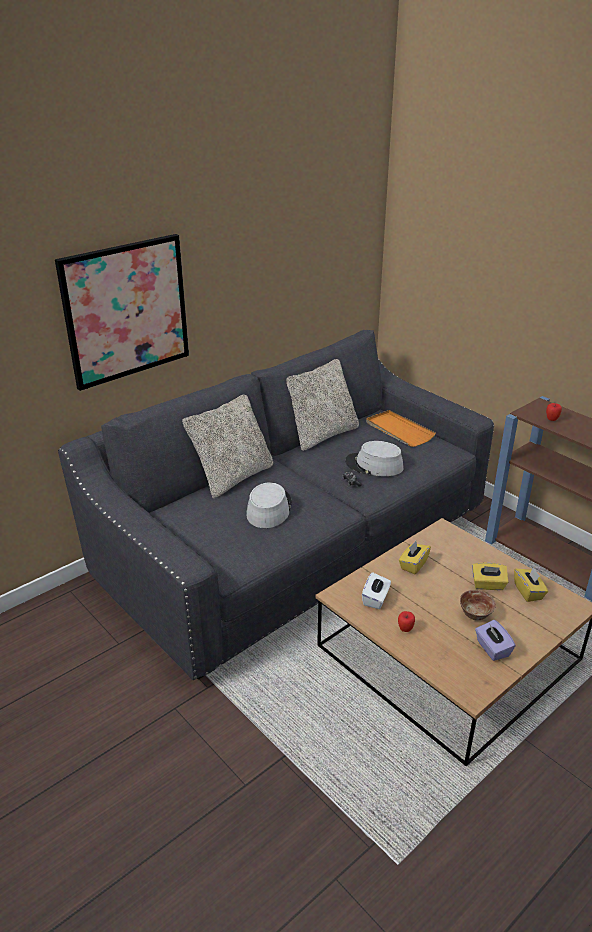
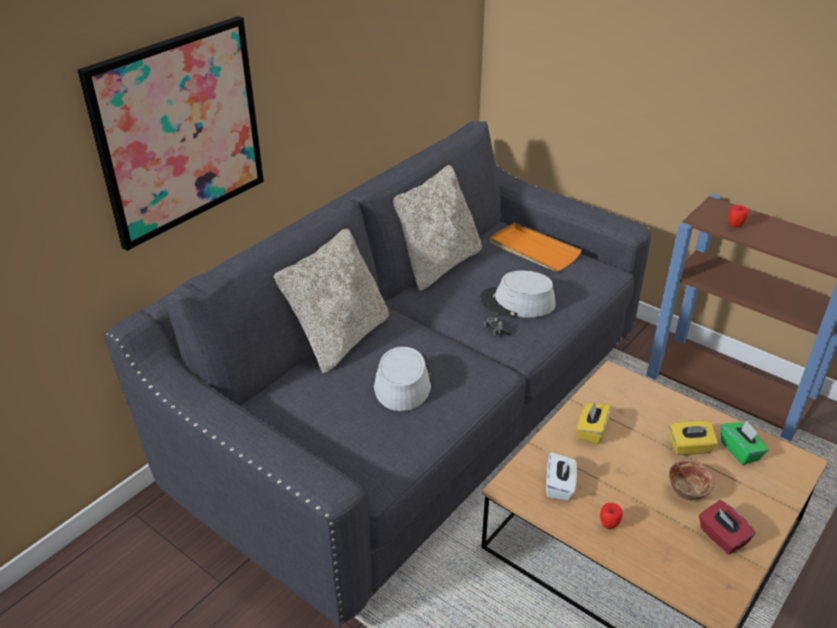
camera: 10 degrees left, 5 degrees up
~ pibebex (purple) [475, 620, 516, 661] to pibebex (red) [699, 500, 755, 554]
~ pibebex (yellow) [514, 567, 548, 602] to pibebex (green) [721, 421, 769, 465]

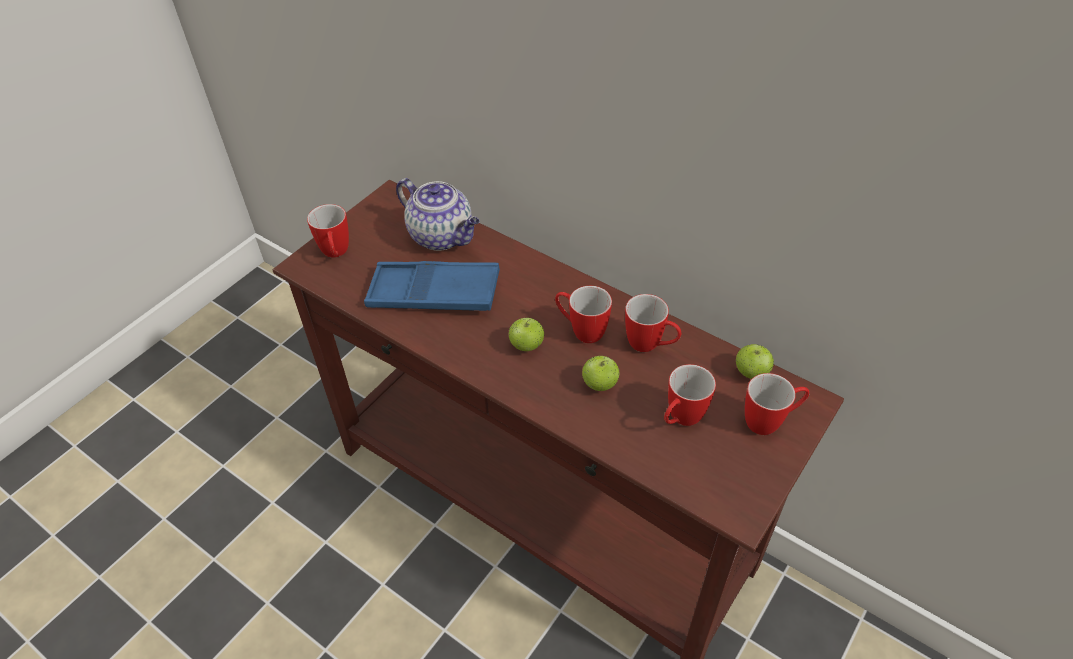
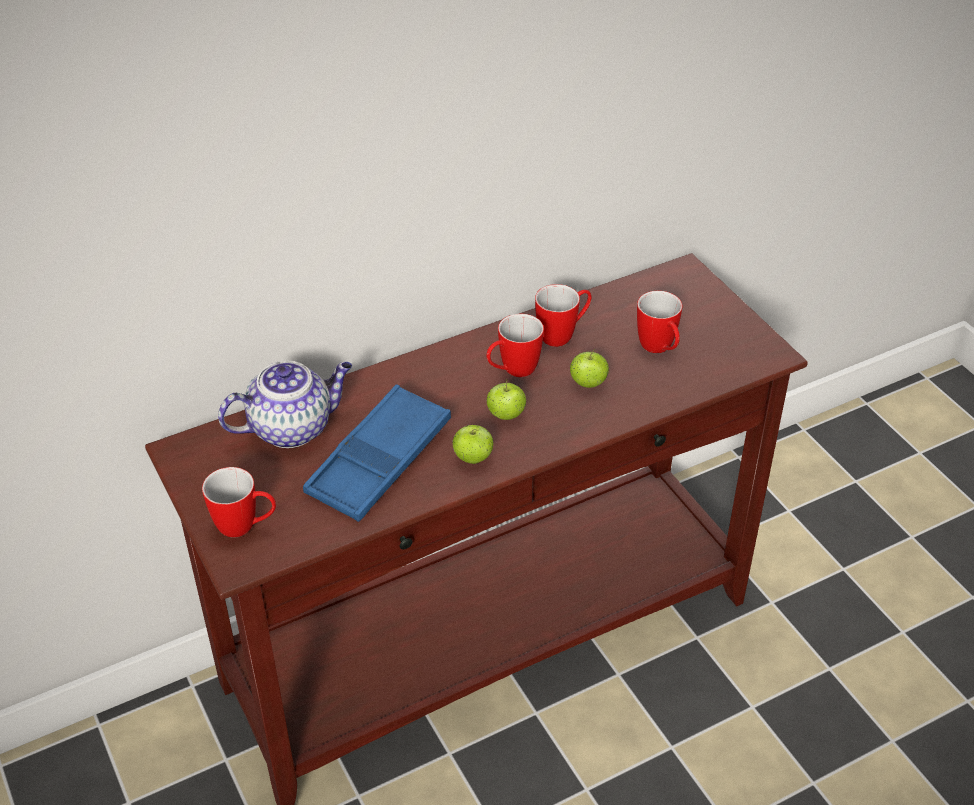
camera: 65 degrees left, 5 degrees down
~ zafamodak [736, 344, 774, 379] to [452, 425, 493, 464]
- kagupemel [745, 373, 809, 435]

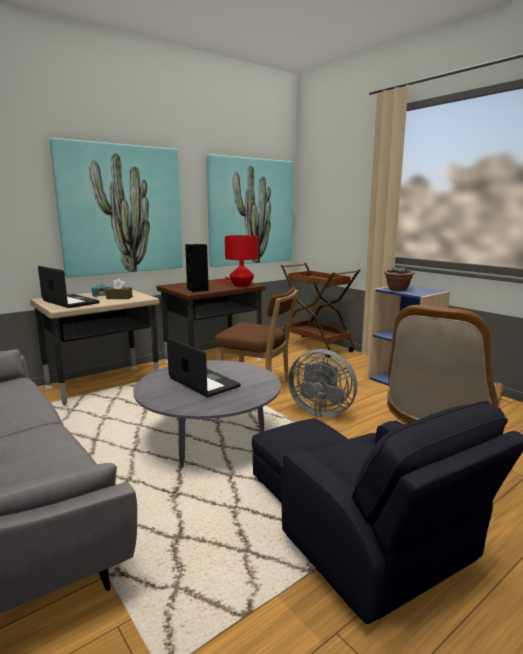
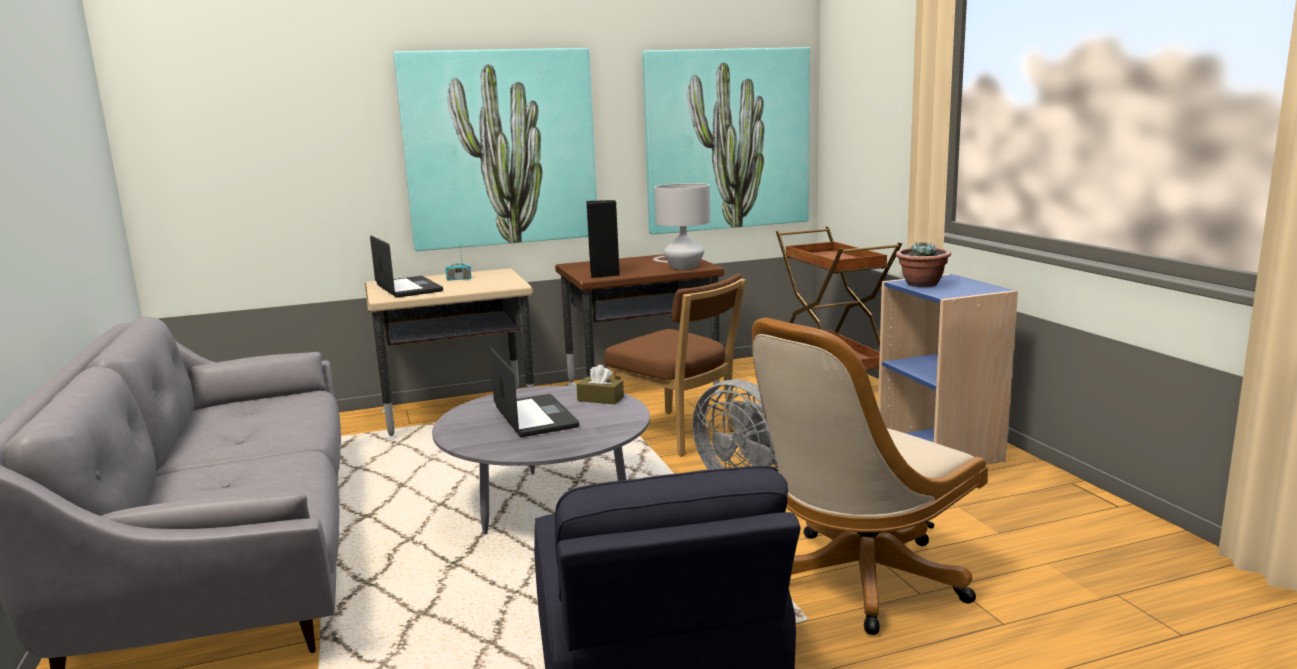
camera: 20 degrees right, 0 degrees up
~ pibebex (brown) [105, 279, 132, 299] to [576, 365, 624, 404]
~ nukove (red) [216, 235, 258, 287] to nukove (grey) [653, 183, 710, 270]

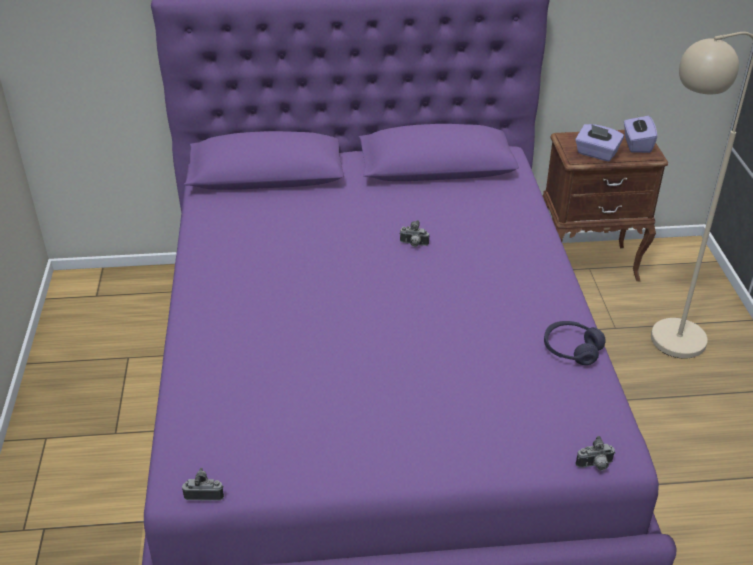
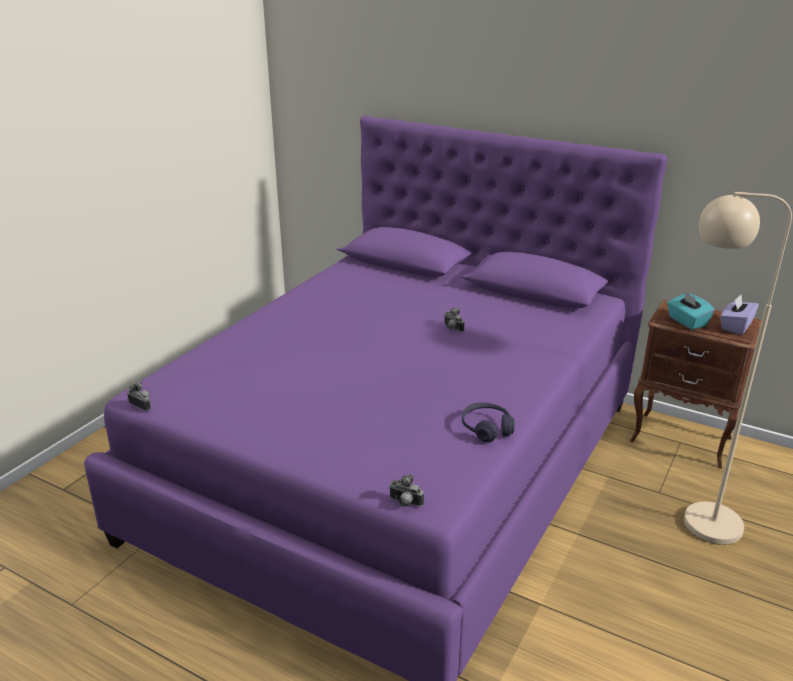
camera: 35 degrees right, 10 degrees down
~ pibebex (purple) [575, 124, 624, 161] to pibebex (turquoise) [667, 291, 715, 330]

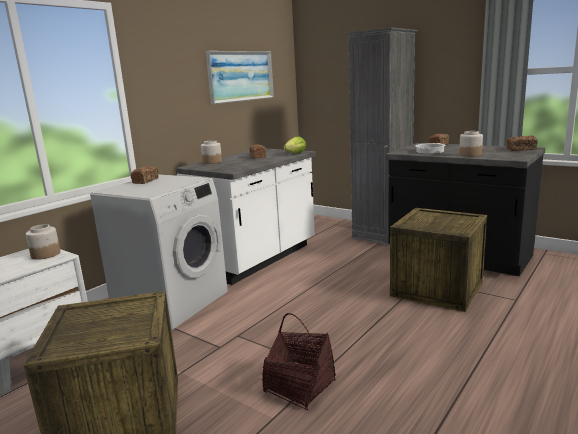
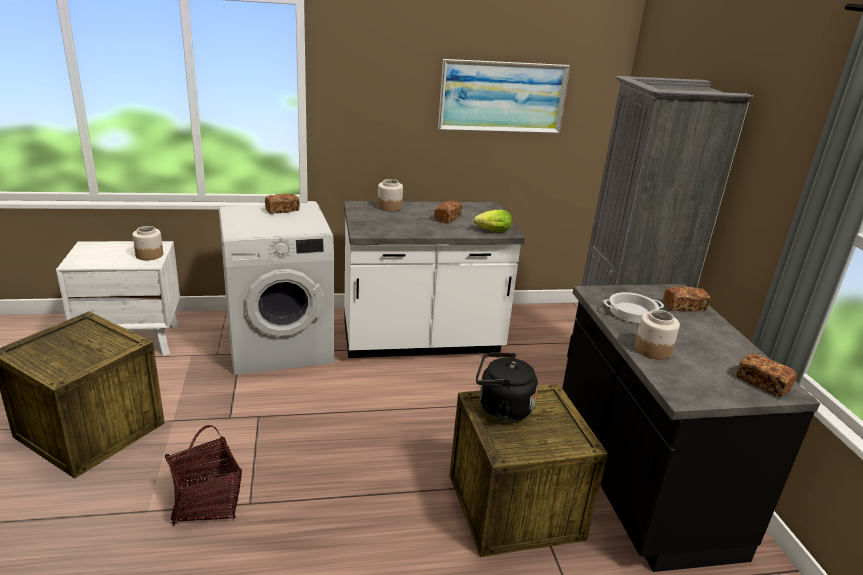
camera: 40 degrees right, 10 degrees up
+ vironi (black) [476, 353, 538, 421]

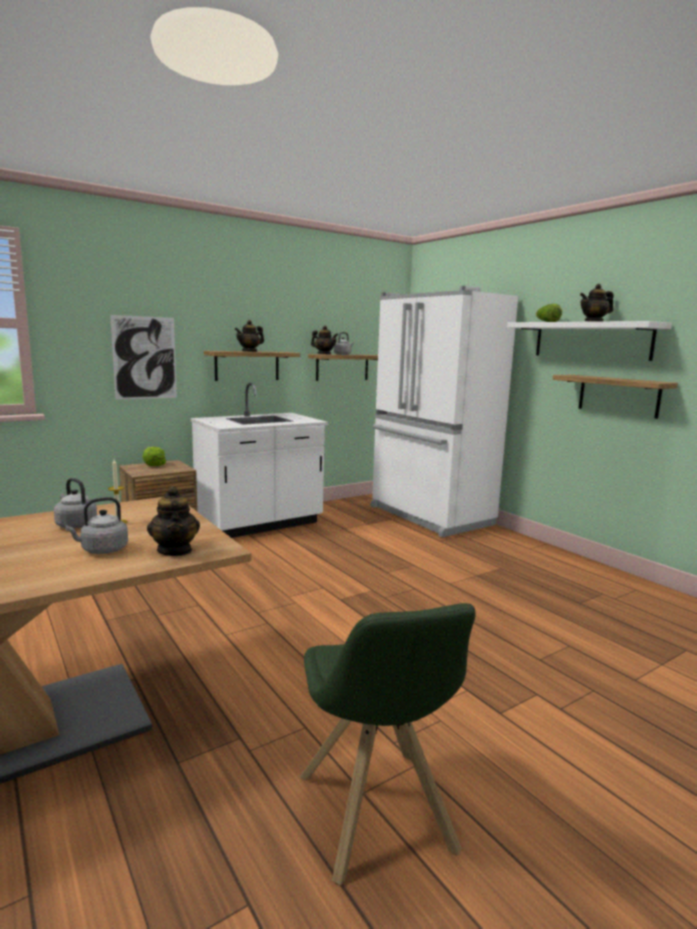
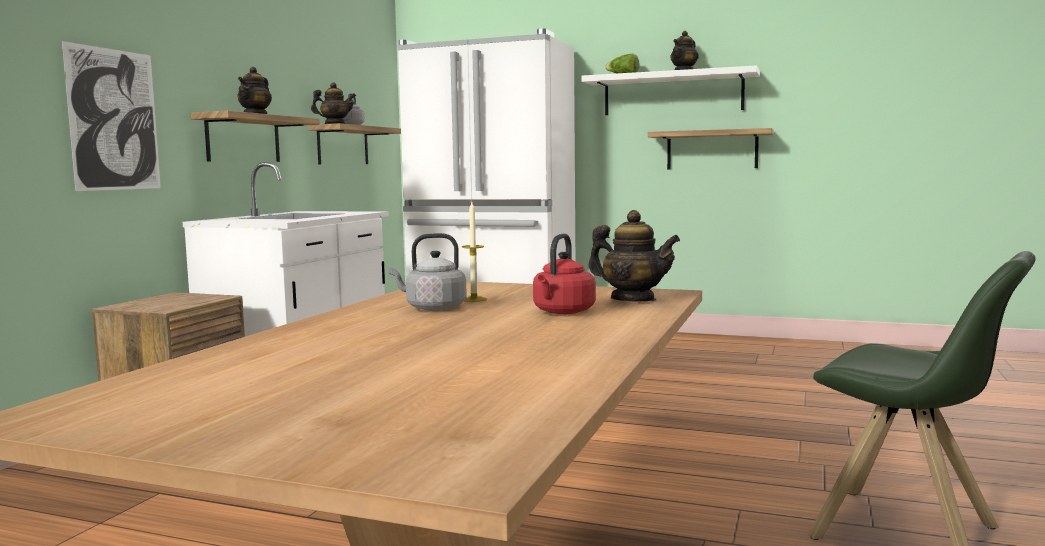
camera: 35 degrees left, 5 degrees down
~ vironi (grey) [65, 497, 128, 554] to vironi (red) [533, 234, 596, 314]
- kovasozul [142, 447, 166, 466]

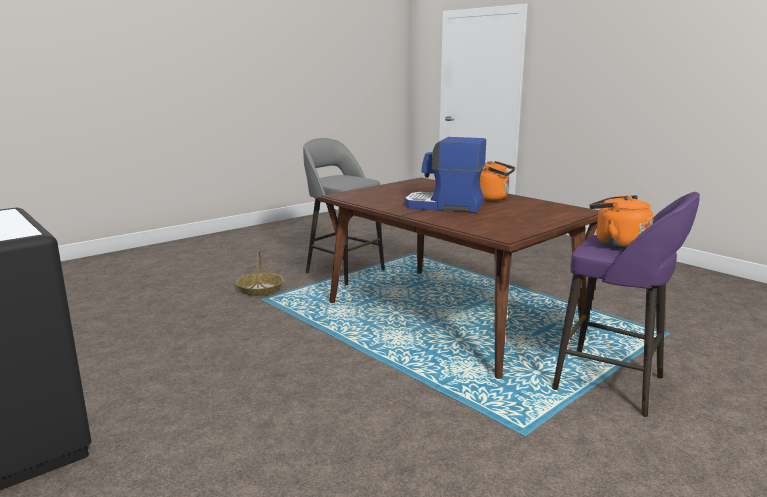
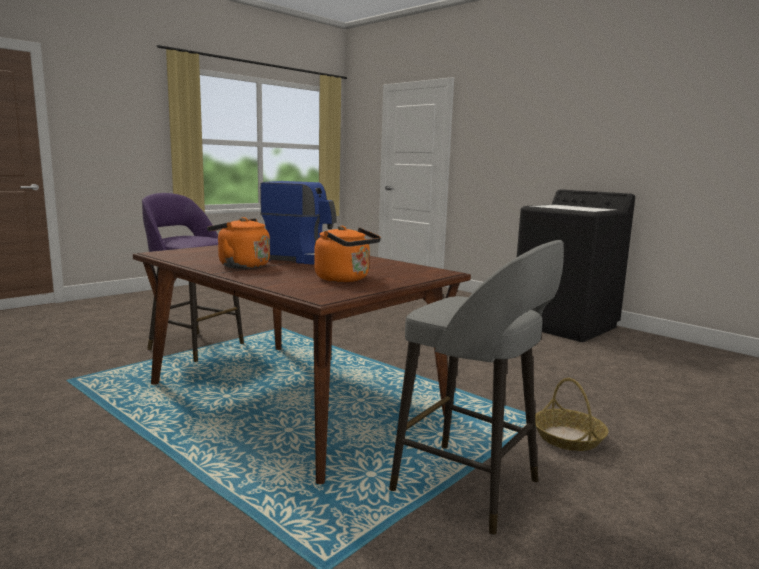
camera: 175 degrees right, 5 degrees down
~ vironi (orange) [590, 195, 653, 249] to [314, 226, 381, 282]

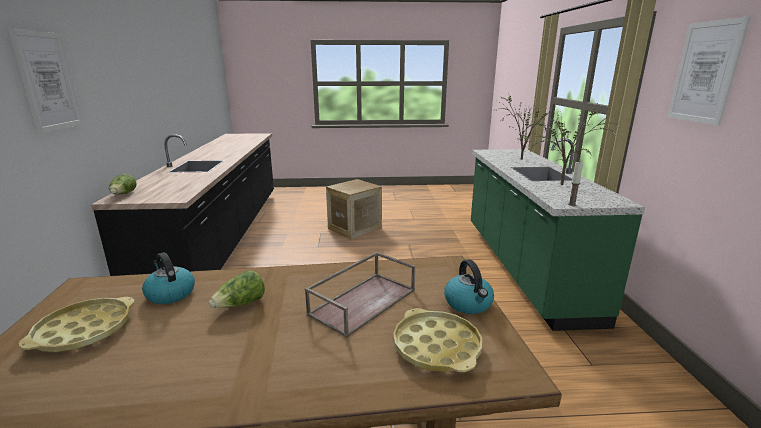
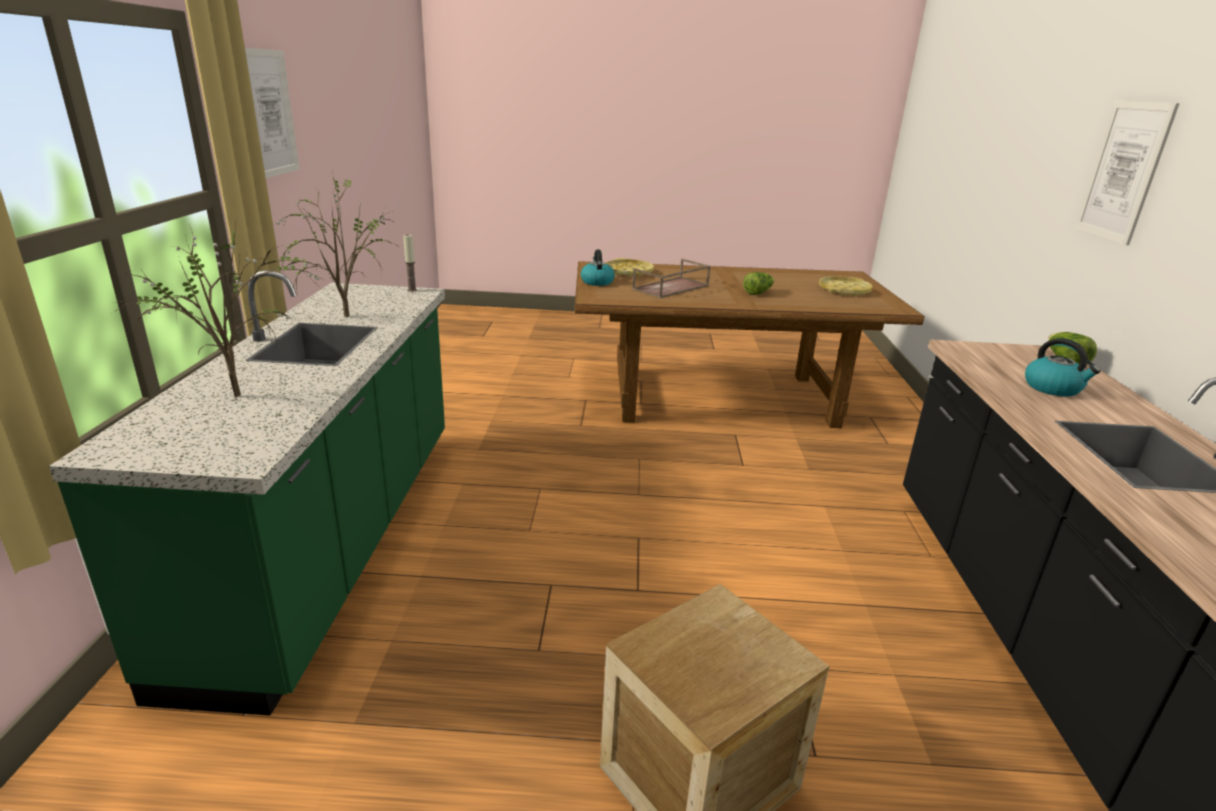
camera: 175 degrees left, 5 degrees up
~ vironi [142, 252, 195, 304] to [1025, 338, 1101, 397]

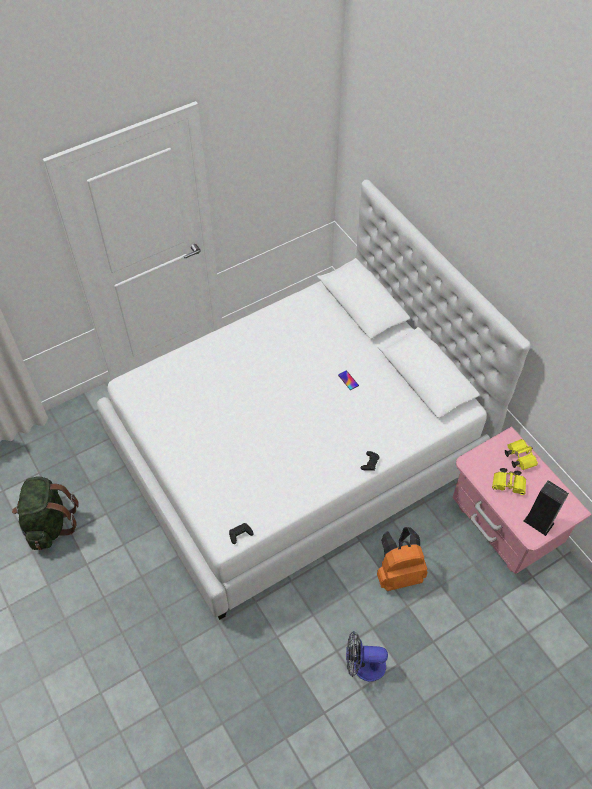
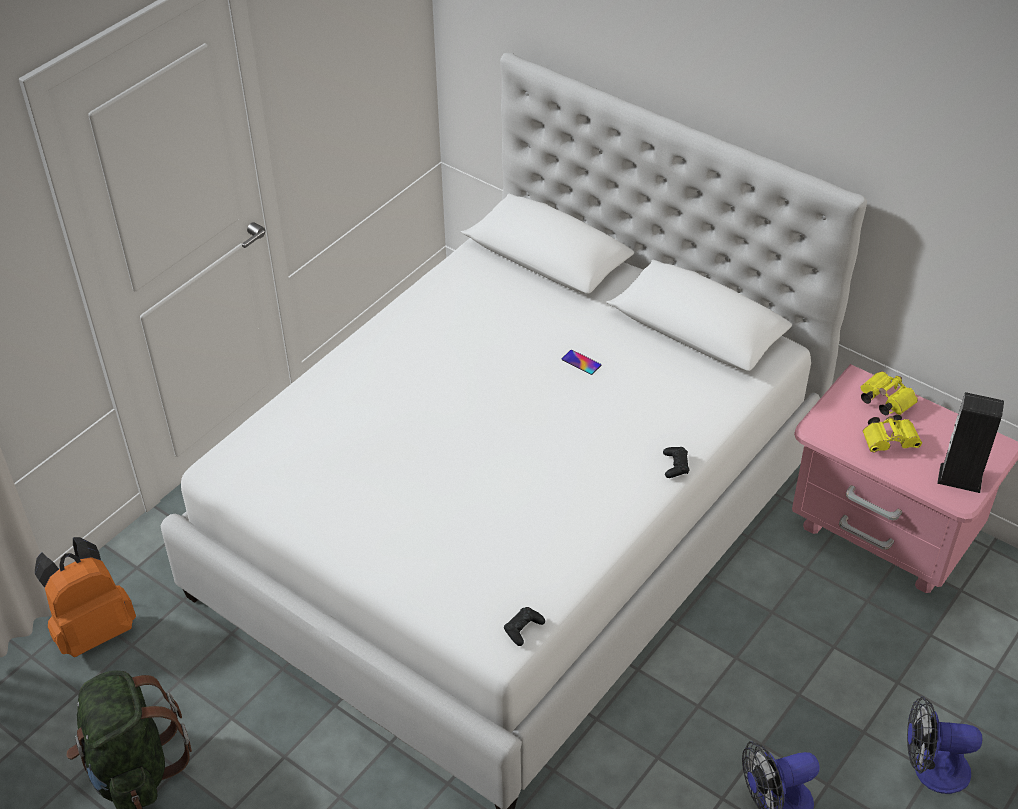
camera: 20 degrees left, 10 degrees down
~ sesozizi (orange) [377, 527, 428, 591] to [35, 537, 136, 657]
+ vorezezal [907, 696, 983, 794]

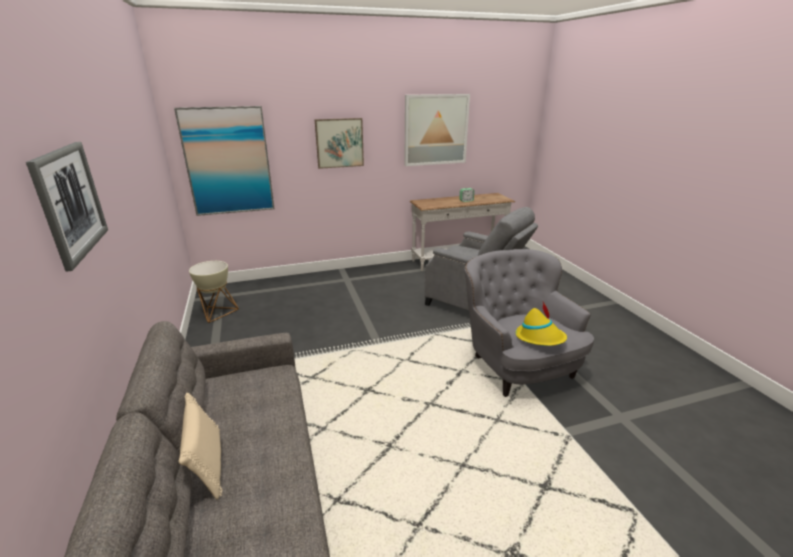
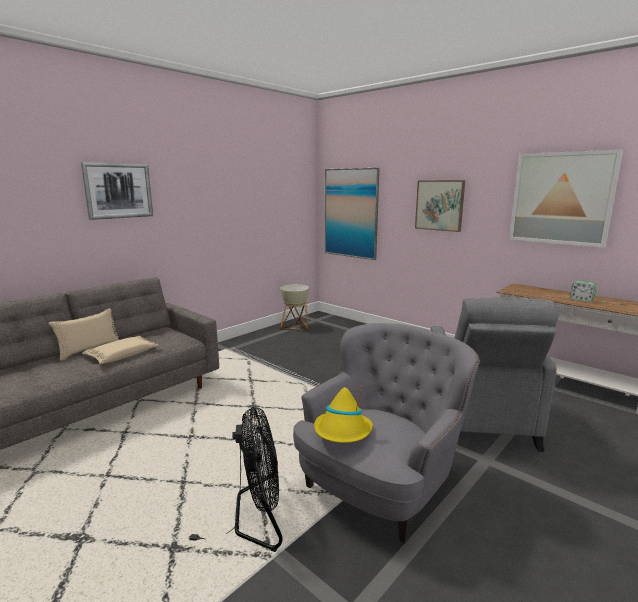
camera: 60 degrees right, 10 degrees down
+ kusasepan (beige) [82, 336, 159, 364]
+ vorezezal (black) [190, 407, 282, 552]

